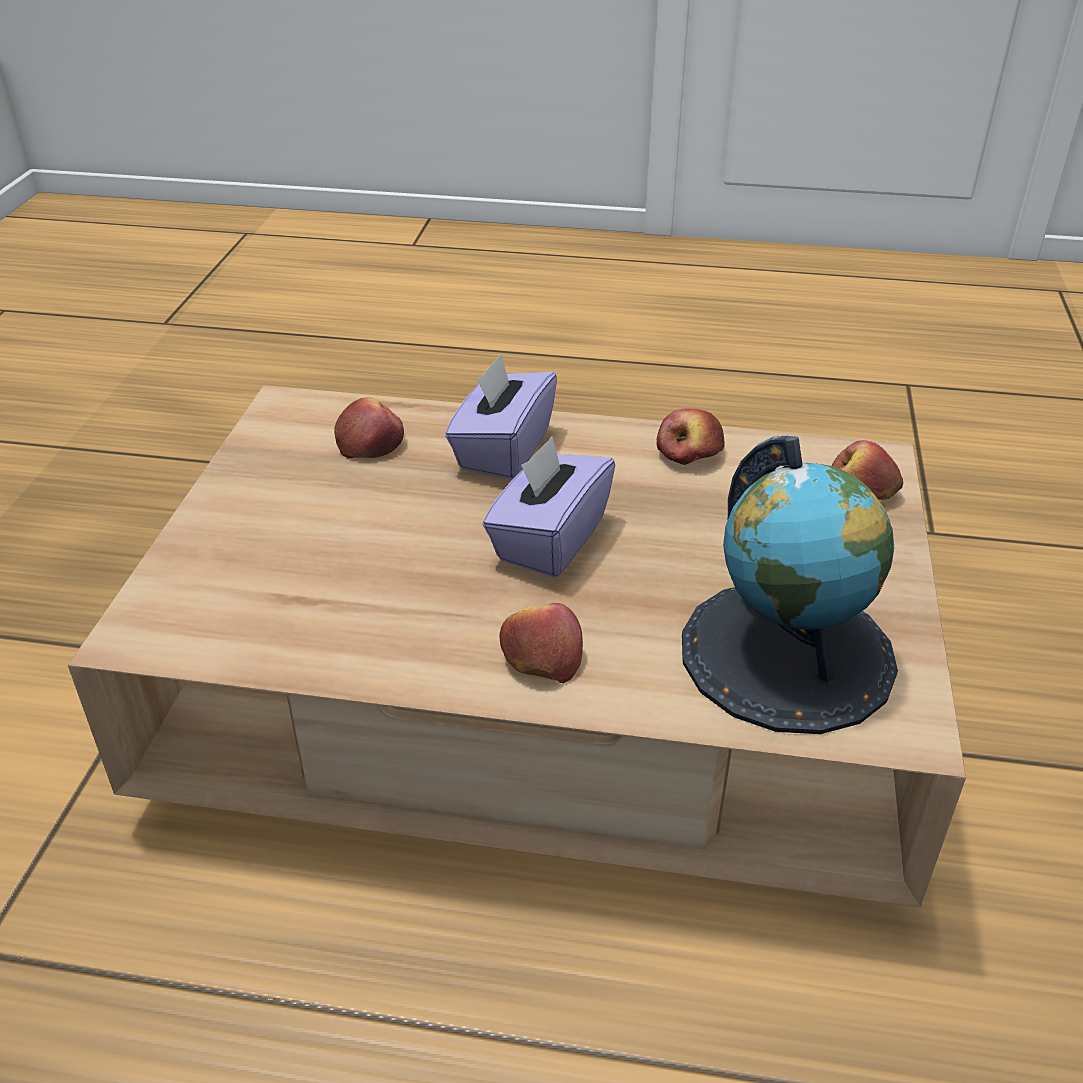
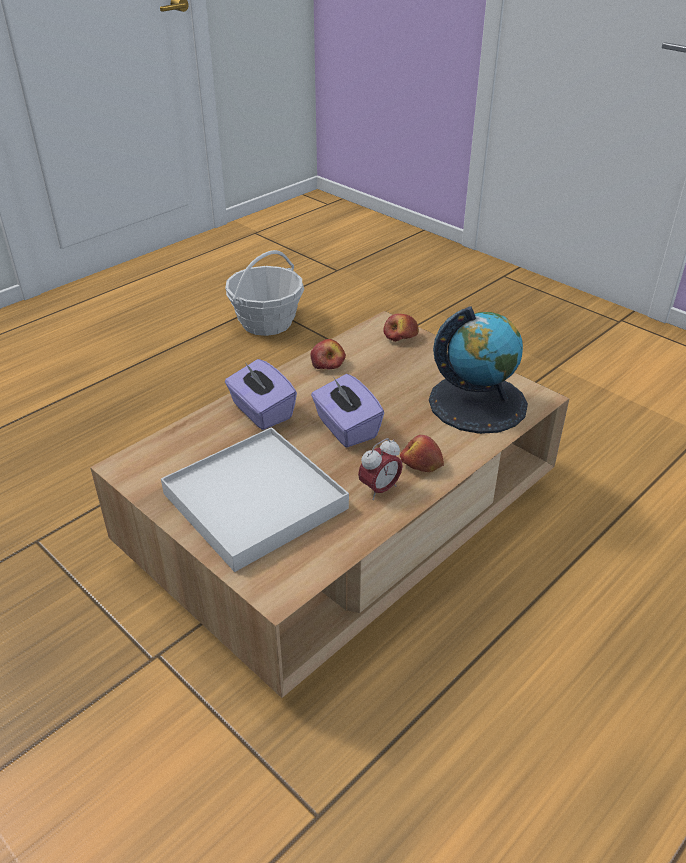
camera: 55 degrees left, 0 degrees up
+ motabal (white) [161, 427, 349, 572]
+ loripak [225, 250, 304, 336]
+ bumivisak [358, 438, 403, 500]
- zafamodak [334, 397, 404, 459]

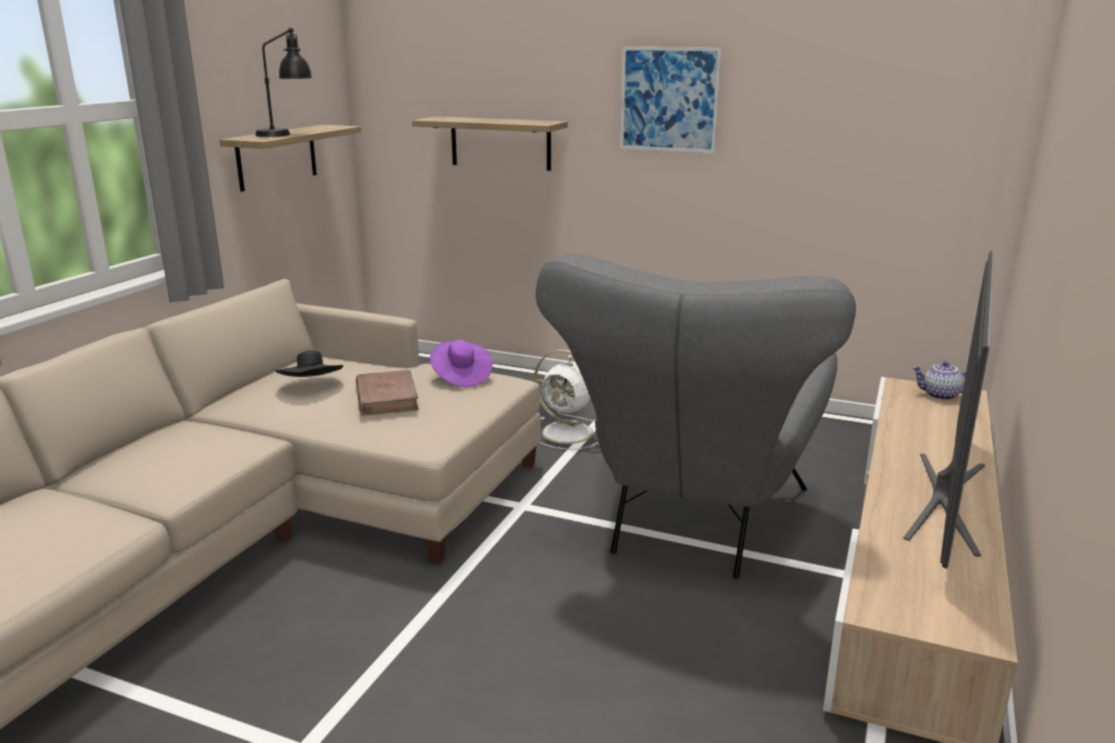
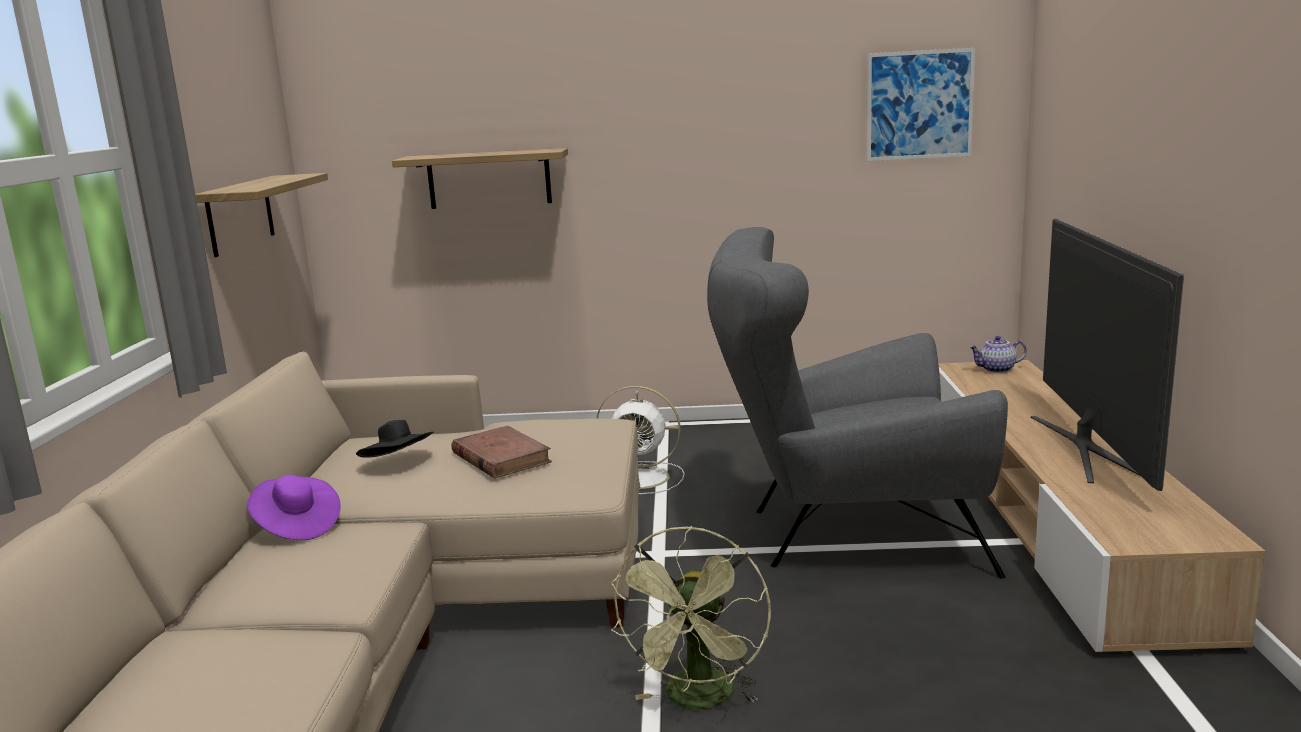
camera: 20 degrees left, 5 degrees down
~ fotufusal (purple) [430, 340, 493, 387] to [247, 475, 341, 540]
+ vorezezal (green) [611, 526, 771, 709]
~ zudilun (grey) [536, 254, 856, 579] = [707, 227, 1008, 579] 90 degrees clockwise
~ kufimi [620, 47, 722, 153] to [867, 48, 975, 161]
- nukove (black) [255, 27, 313, 137]

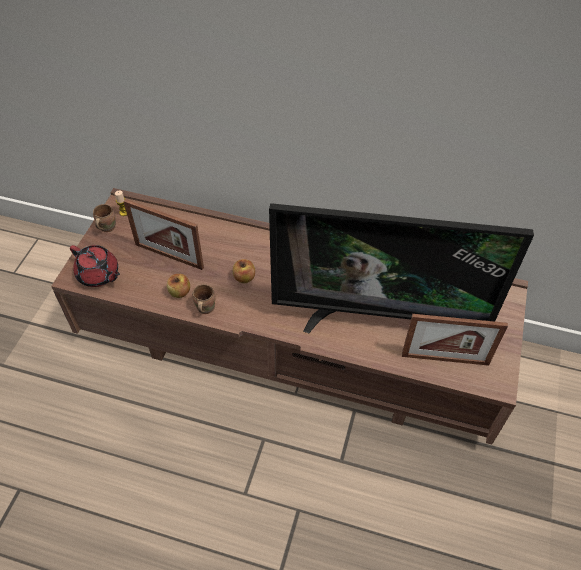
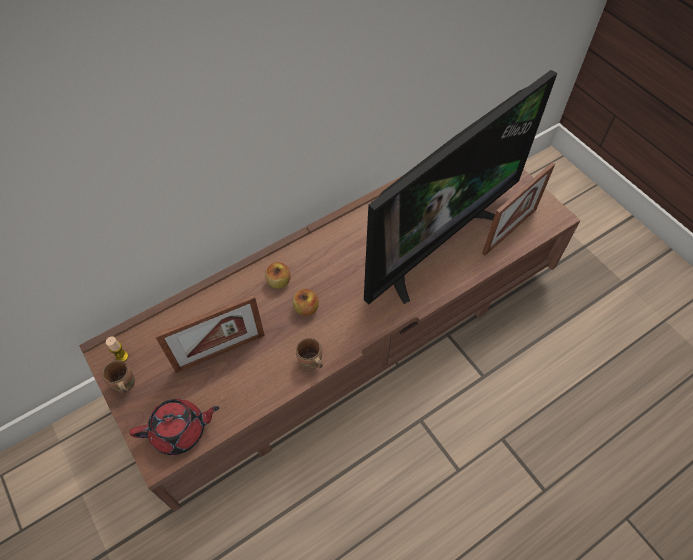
camera: 50 degrees left, 5 degrees up
~ zafamodak [167, 274, 190, 298] to [265, 262, 291, 289]

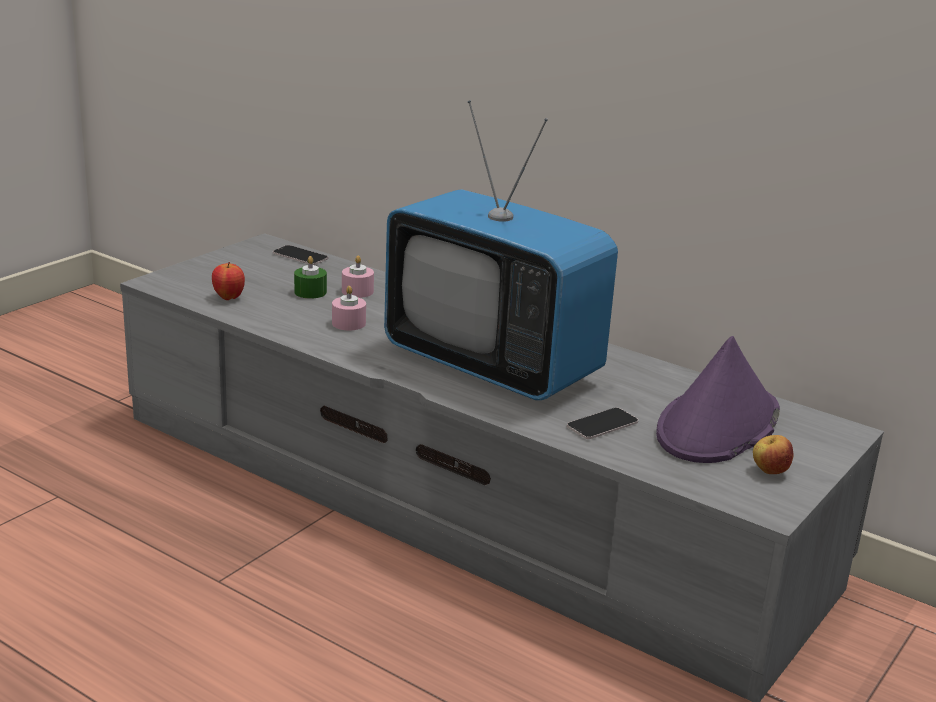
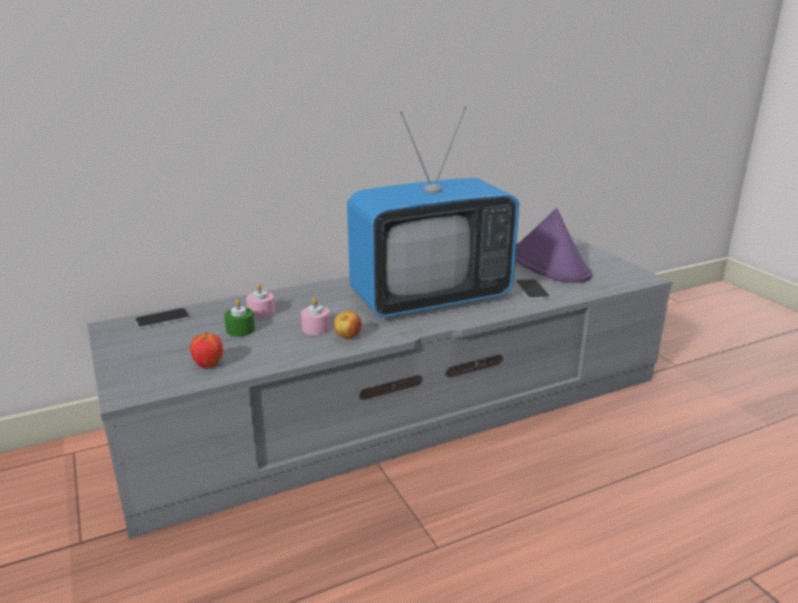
camera: 60 degrees left, 0 degrees up
~ zafamodak [753, 435, 794, 474] to [334, 311, 361, 339]

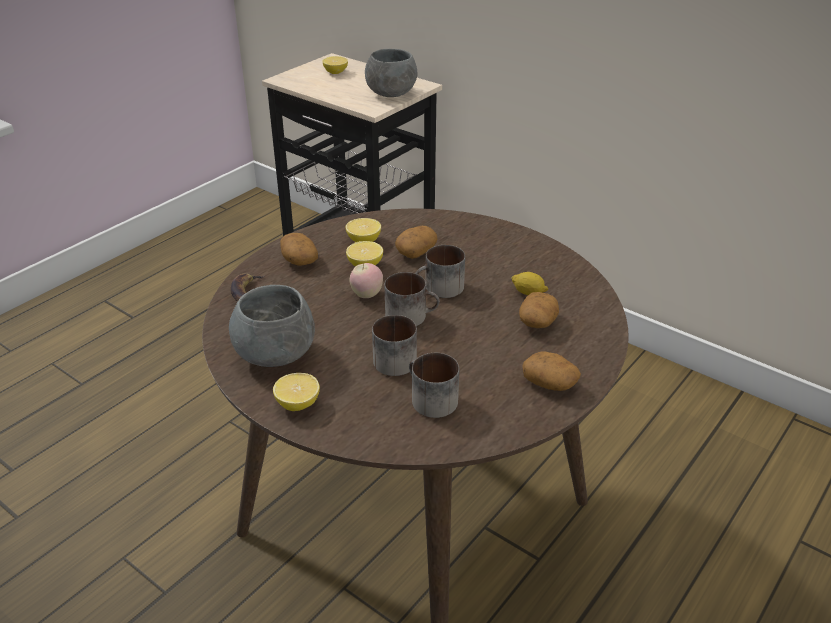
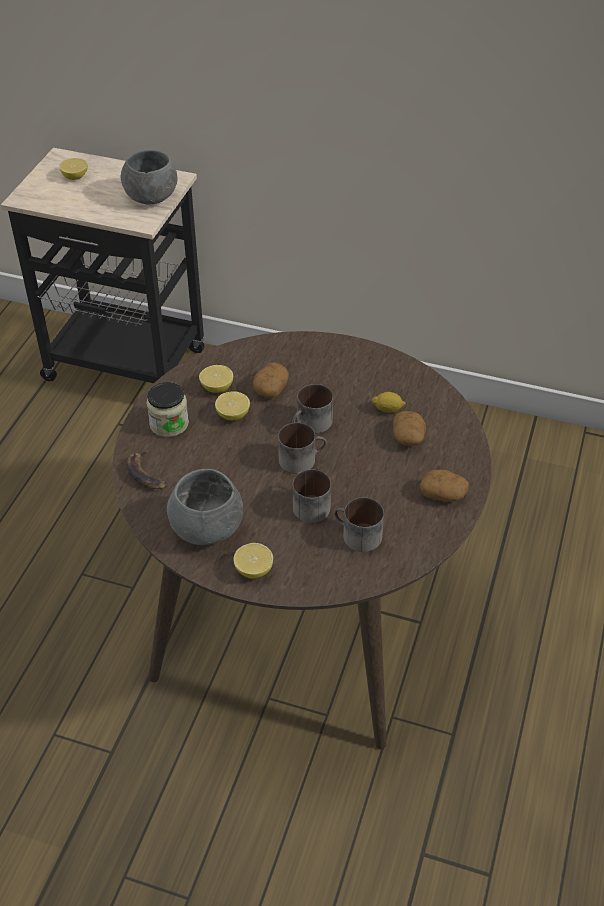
camera: 20 degrees left, 10 degrees up
~ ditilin [280, 233, 318, 266] to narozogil [146, 382, 189, 437]
- zafamodak [349, 263, 383, 298]

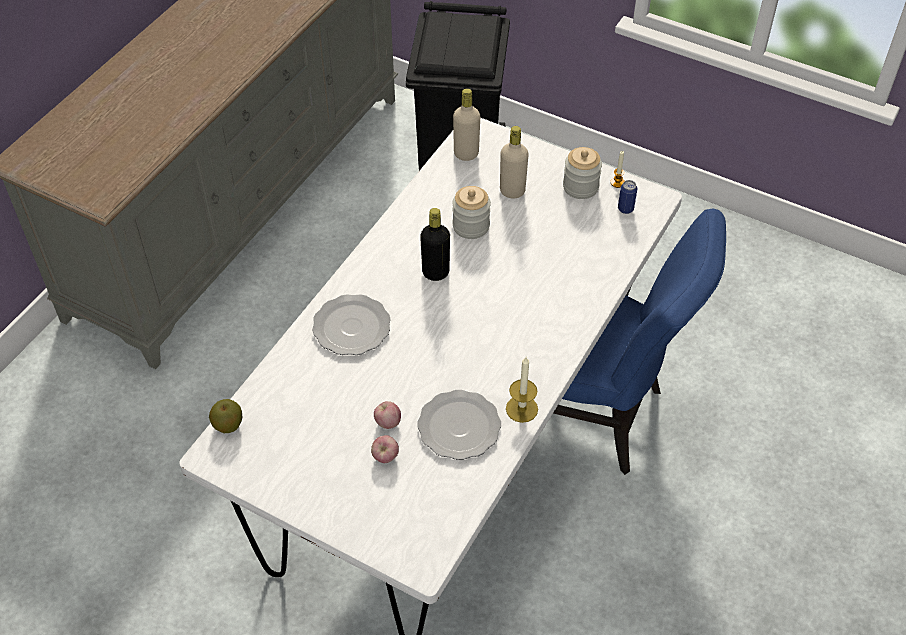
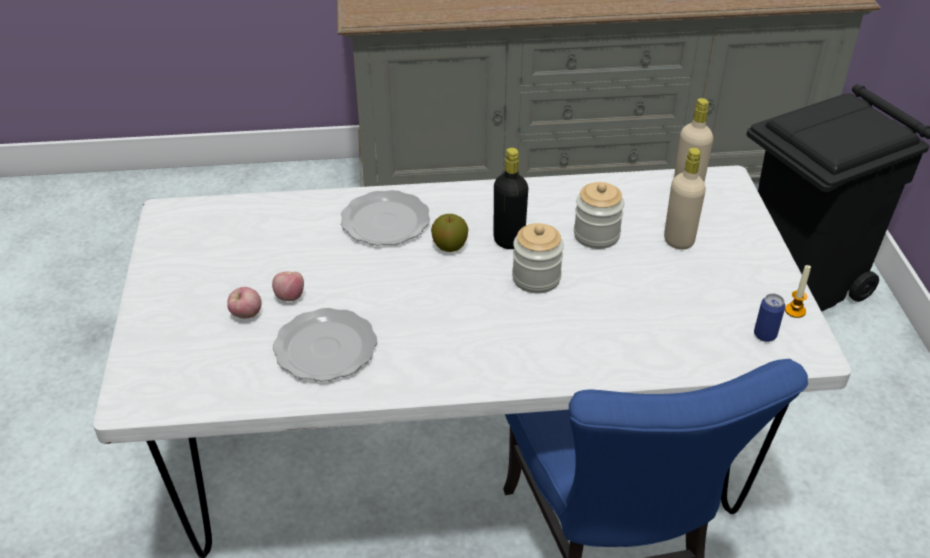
camera: 55 degrees right, 10 degrees down
~ zafamodak [209, 399, 243, 433] to [431, 214, 468, 252]
~ narozogil [563, 147, 602, 199] to [512, 223, 564, 293]
- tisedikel [506, 357, 538, 423]

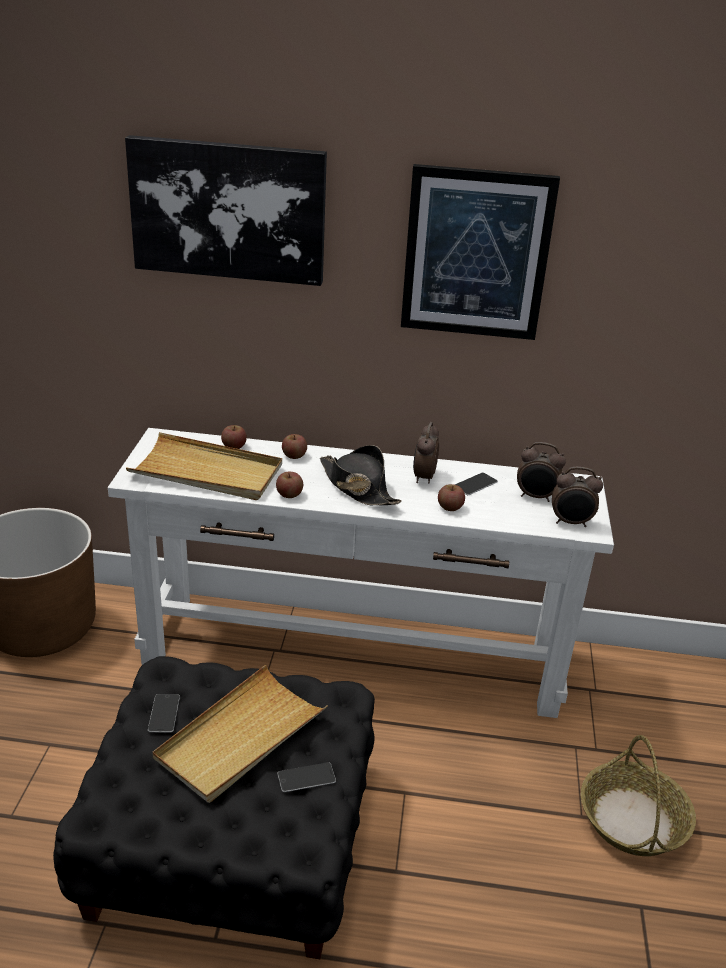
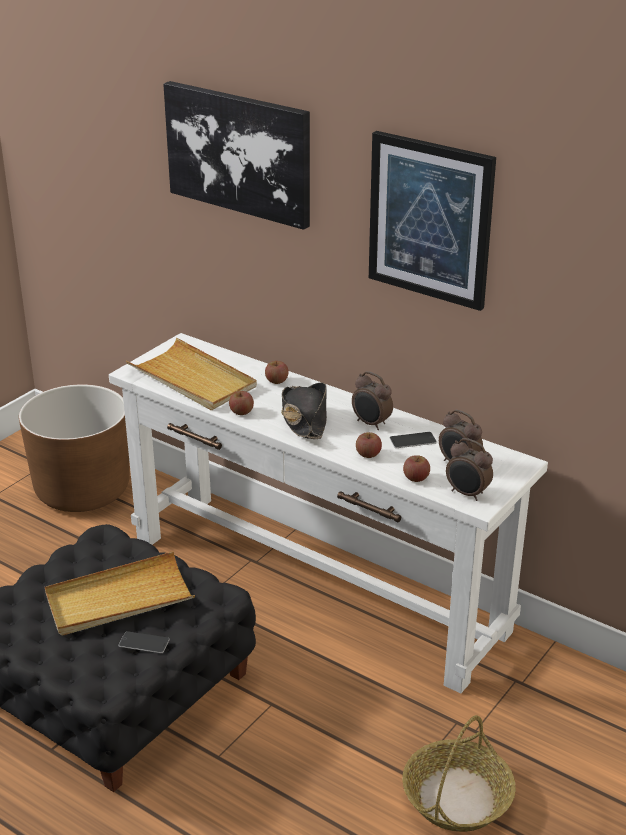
camera: 30 degrees right, 0 degrees up
~ bumivisak [413, 422, 439, 483] = [352, 371, 393, 430] 90 degrees counterclockwise
~ zafamodak [221, 425, 247, 449] to [403, 455, 430, 482]
- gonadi [148, 694, 180, 733]

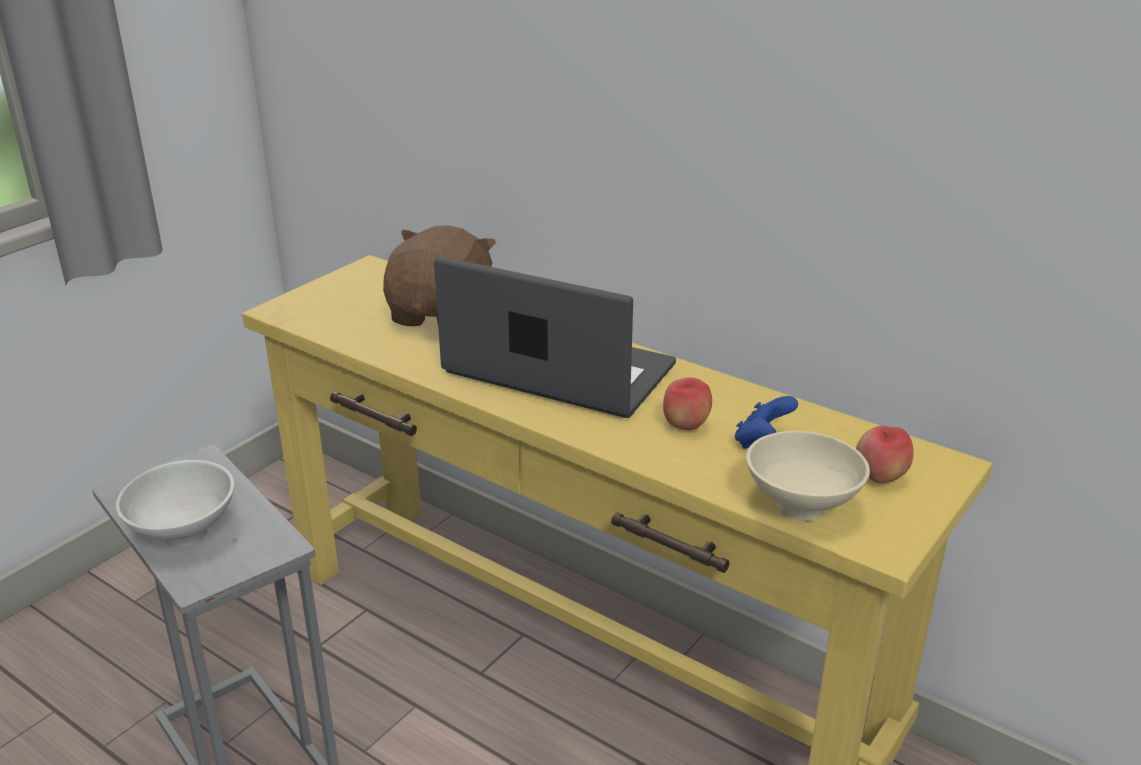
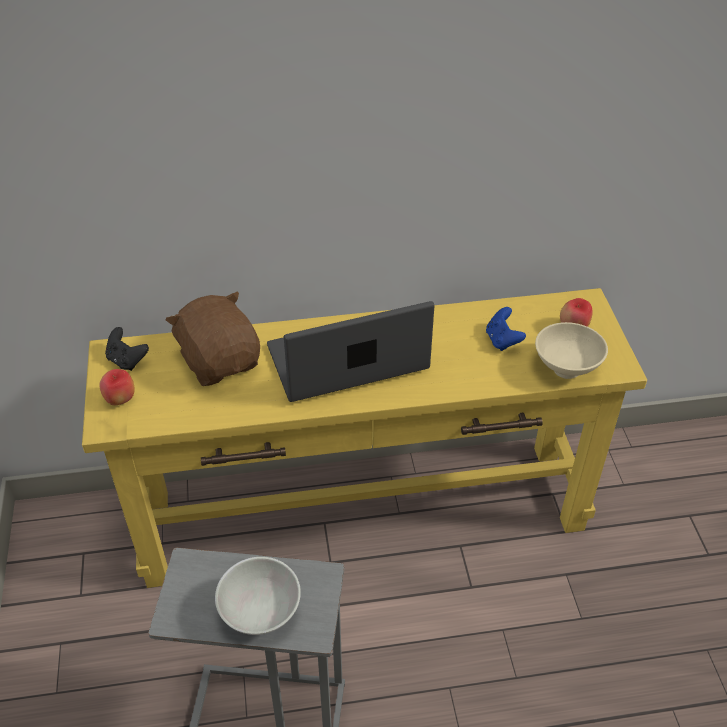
camera: 45 degrees left, 15 degrees up
~ zafamodak [663, 377, 712, 430] to [99, 369, 135, 405]
+ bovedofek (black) [105, 327, 149, 371]

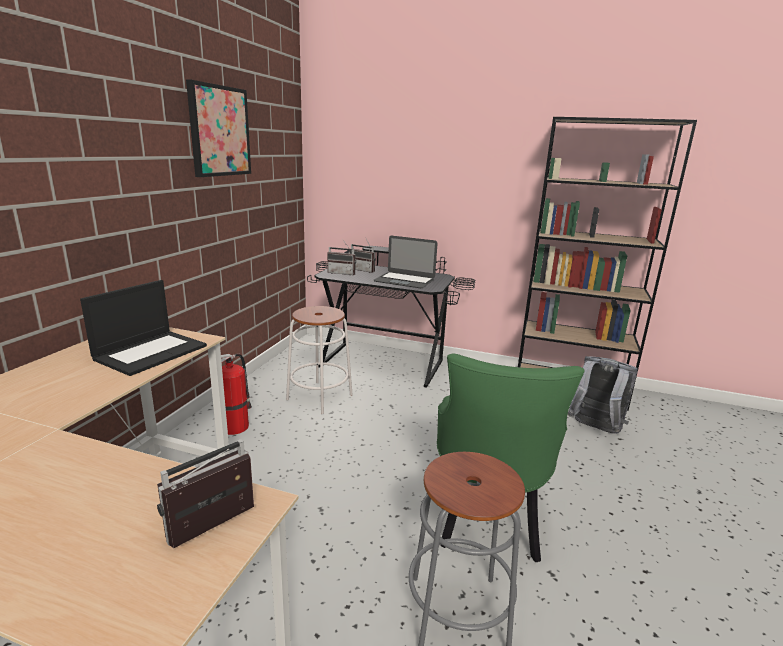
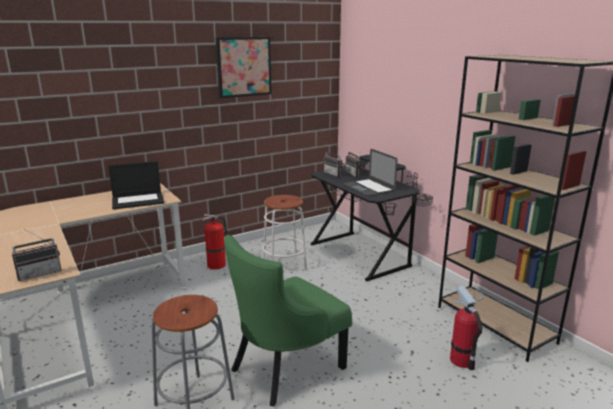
camera: 40 degrees right, 0 degrees up
~ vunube [157, 439, 254, 548] = [12, 229, 61, 281] 150 degrees clockwise
~ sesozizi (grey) [568, 356, 638, 434] to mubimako [450, 285, 483, 370]

